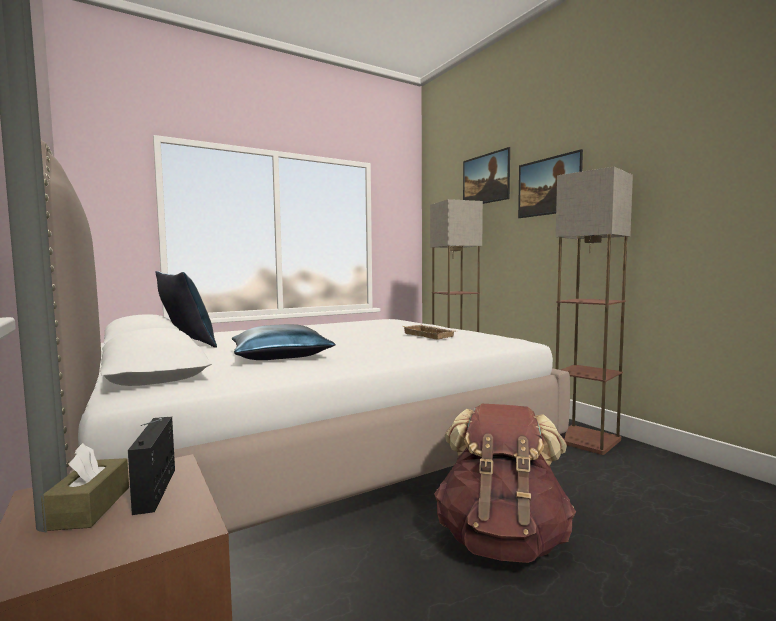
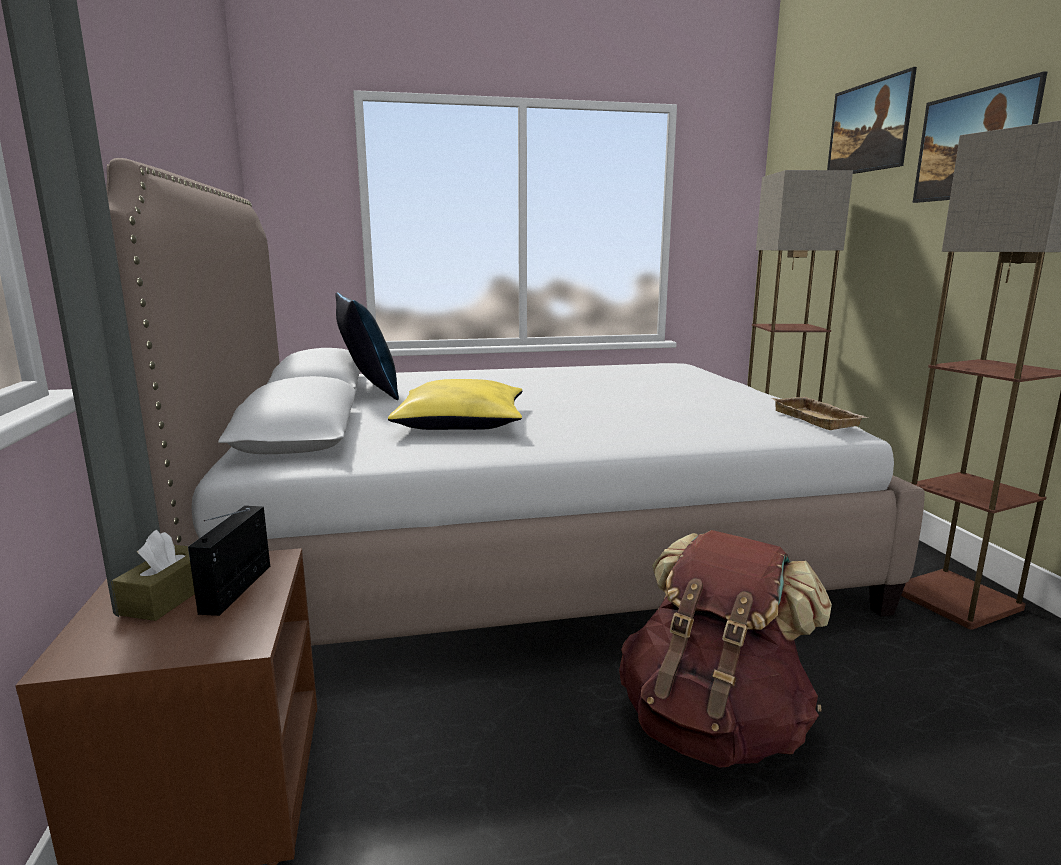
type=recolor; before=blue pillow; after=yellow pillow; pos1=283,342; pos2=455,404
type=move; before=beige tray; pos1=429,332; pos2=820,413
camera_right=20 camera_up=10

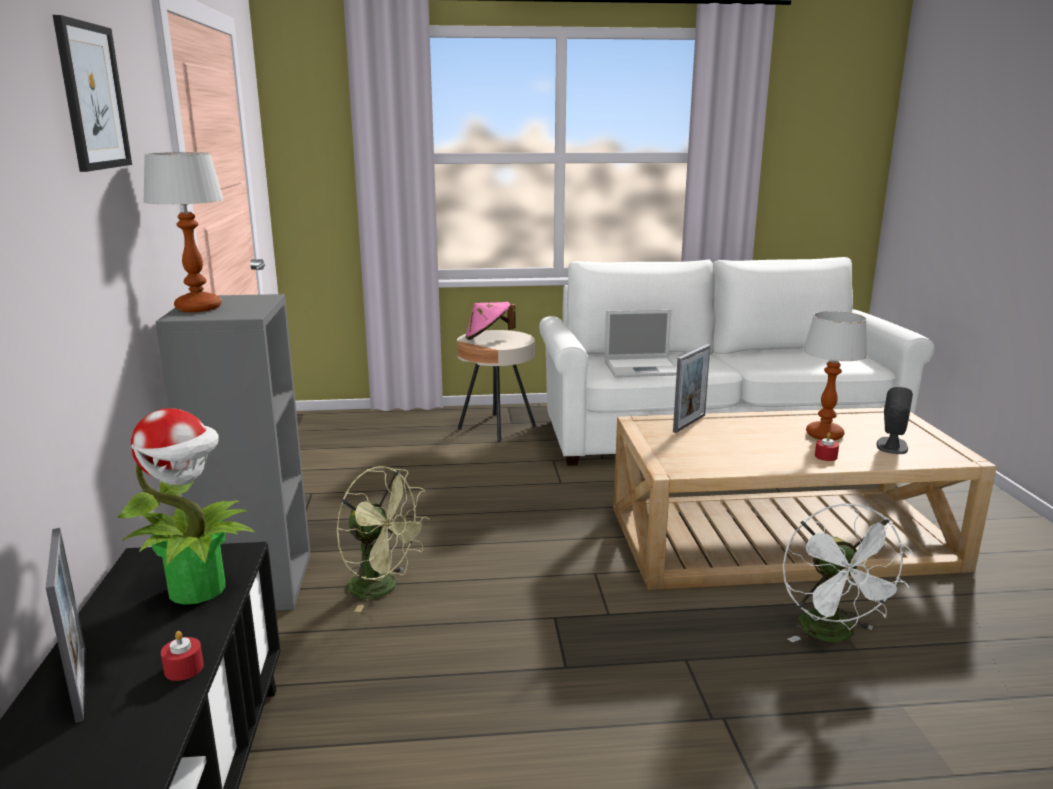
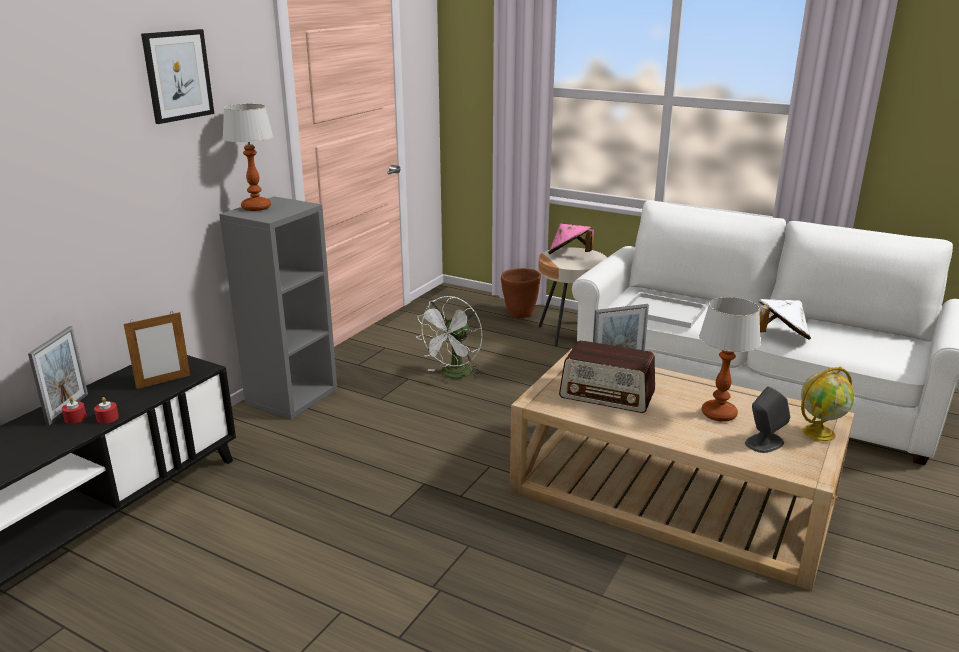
type=replace; before=potted plant; after=picture frame; pos1=186,506; pos2=157,350
type=delete; before=green fan; pos1=383,539
type=replace; before=laptop; after=white tray; pos1=640,343; pos2=665,310
type=move; before=white fan; pos1=847,572; pos2=449,338
type=move; before=red candle; pos1=827,447; pos2=74,410
type=insert; after=brown planter; pos2=521,293
type=insert; after=radio; pos2=607,376
type=insert; after=white hat; pos2=784,319
type=insert; after=globe; pos2=827,404
camera_right=35 camera_up=5

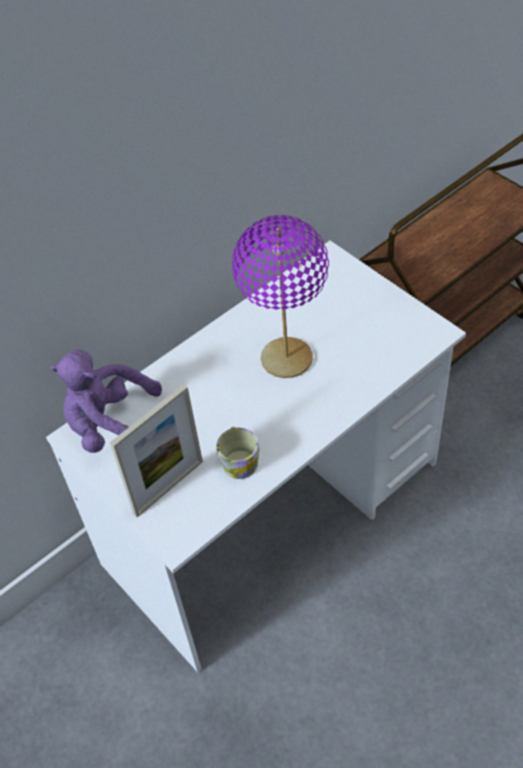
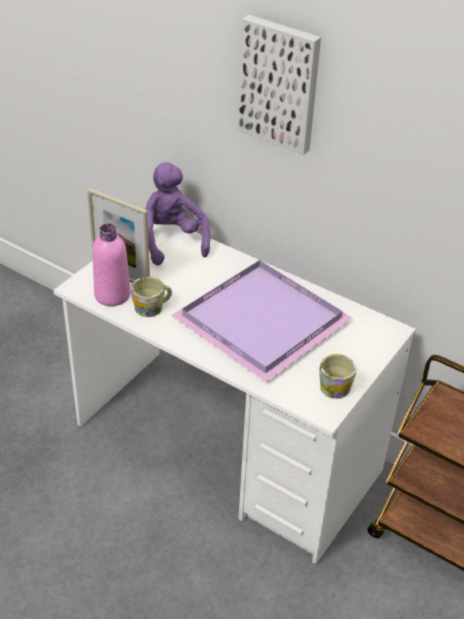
type=replace; before=purple table lamp; after=purple tray; pos1=280,296; pos2=261,321
type=insert; after=pink bottle; pos2=111,264
type=insert; after=picture; pos2=279,85
type=insert; after=mug; pos2=337,376
camera_right=70 camera_up=-10

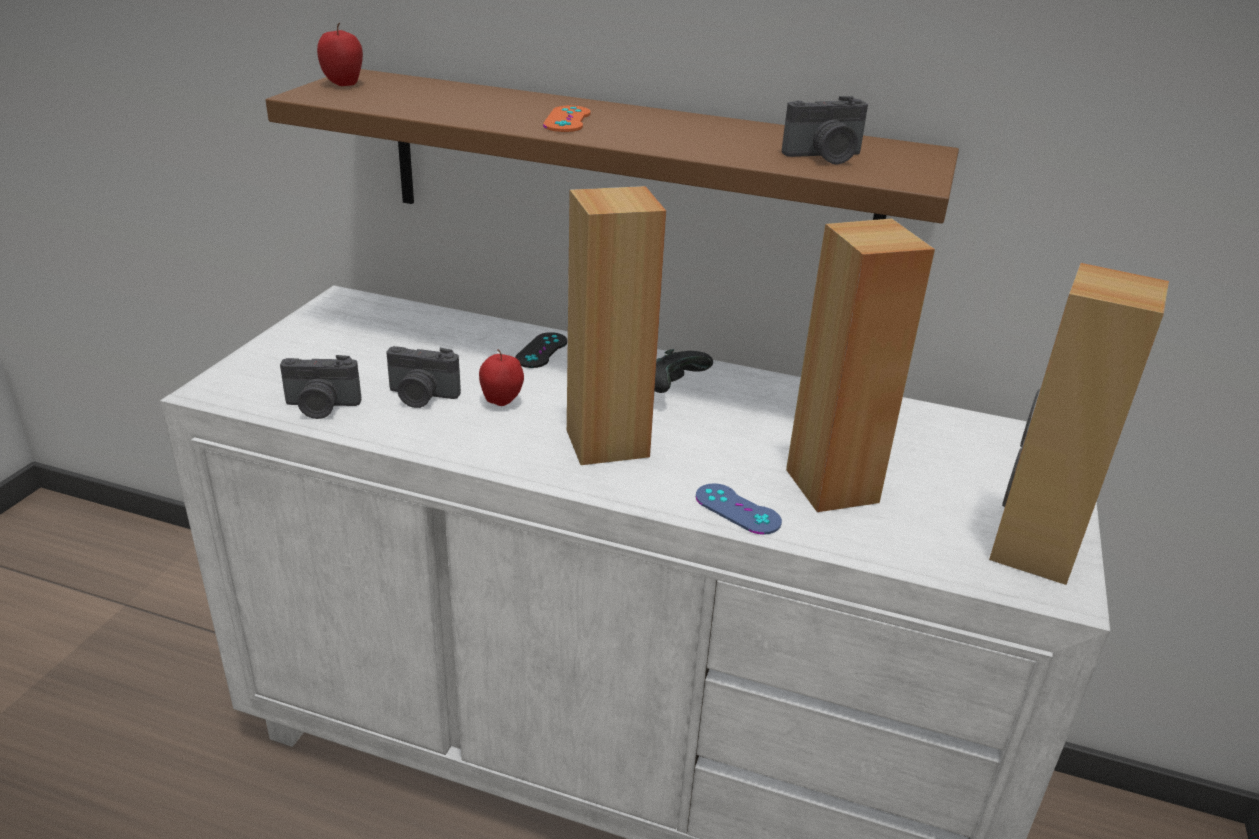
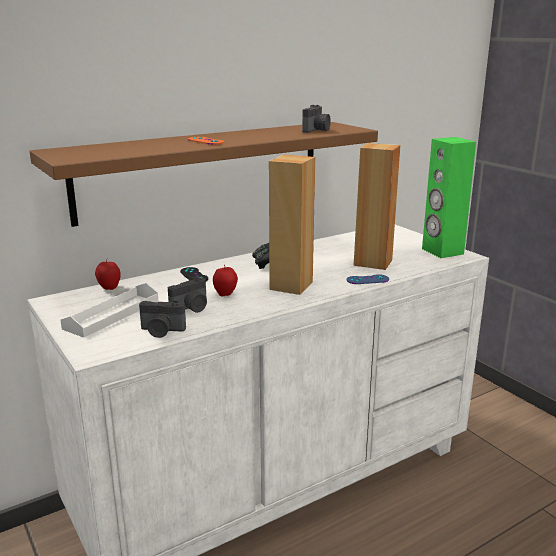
type=rotate; before=photo camera; pos1=321,387; pos2=162,319; turn=60
type=move; before=apple; pos1=340,54; pos2=108,274
type=recolor; before=brown speaker; after=green speaker; pos1=1079,424; pos2=449,197
type=insert; after=white tray; pos2=109,310
camera_right=-50 camera_up=-10

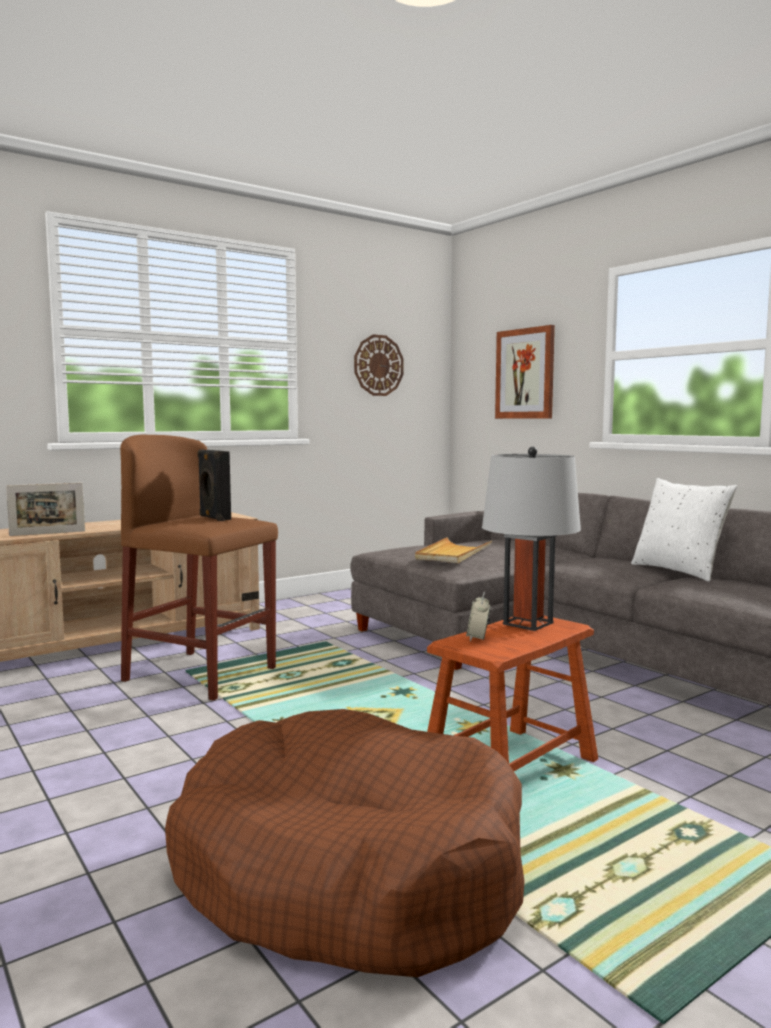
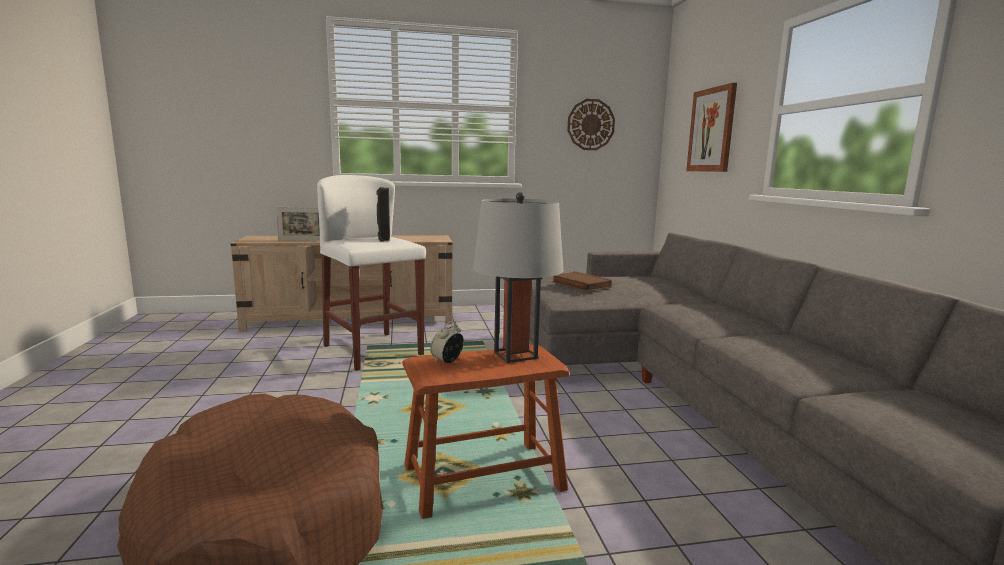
type=recolor; before=brown stool; after=white stool; pos1=199,568; pos2=371,273
type=replace; before=beige tray; after=brown book; pos1=453,550; pos2=582,281
type=delete; before=white pillow; pos1=684,529
camera_right=25 camera_up=5

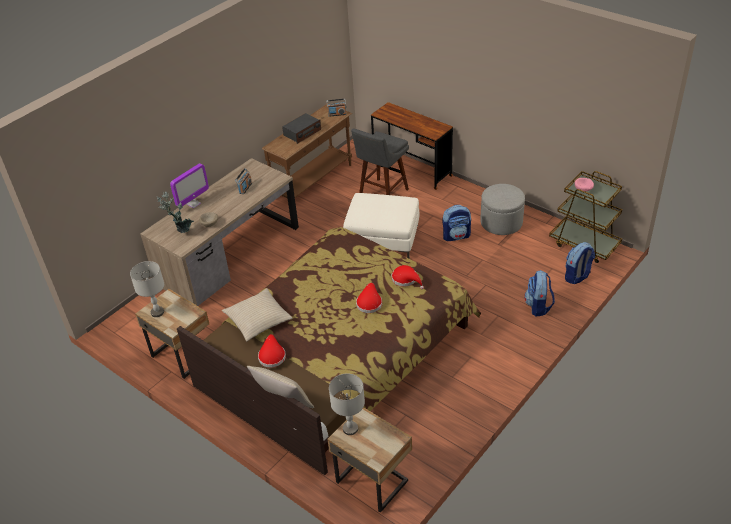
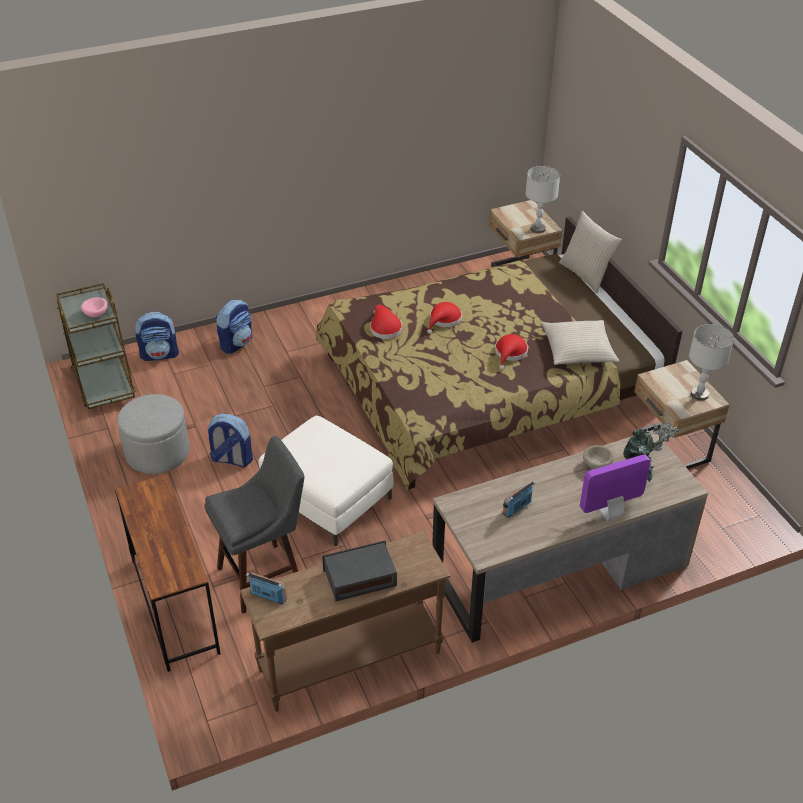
type=move; before=red hat; pos1=272,351; pos2=511,352
camera_right=-155 camera_up=0

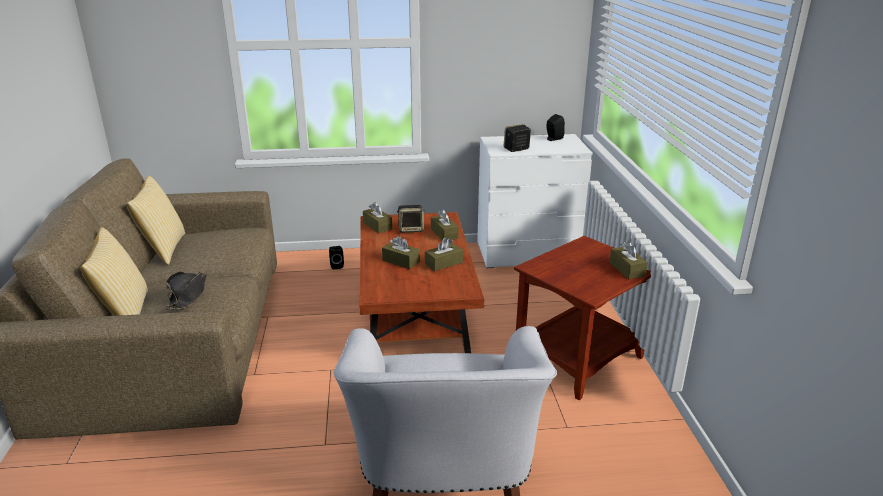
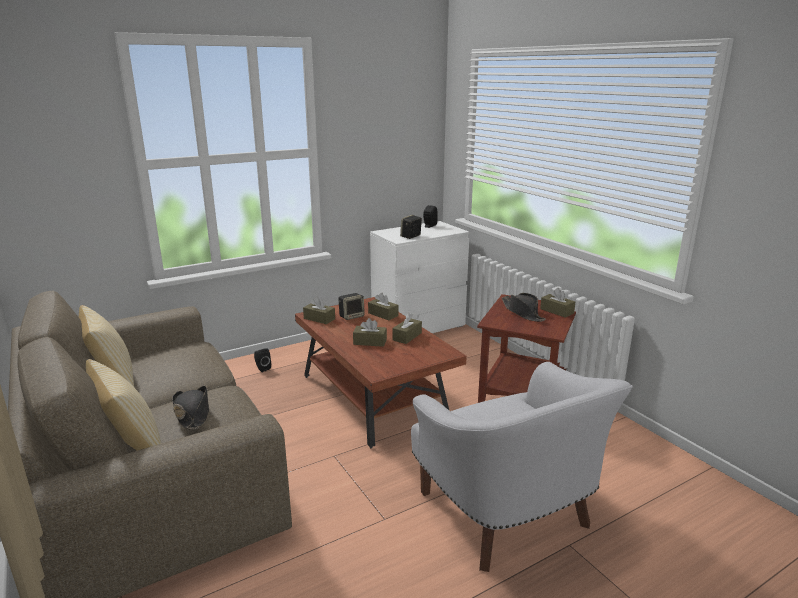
type=insert; after=black hat; pos2=524,307
camera_right=-25 camera_up=-5

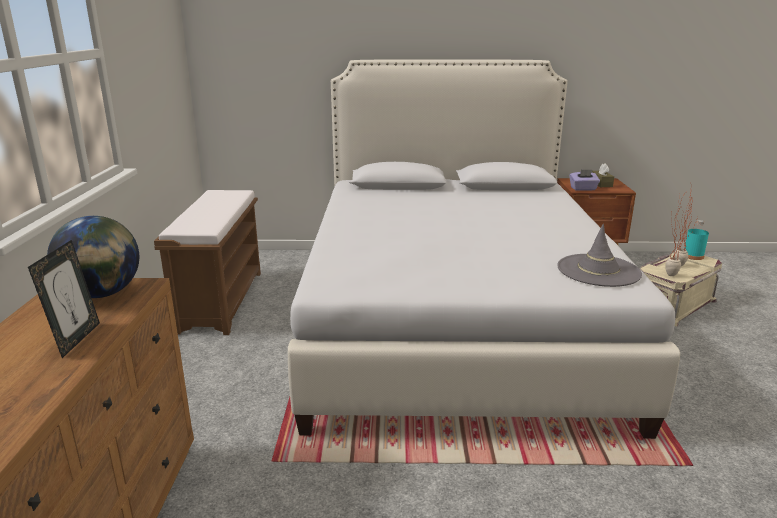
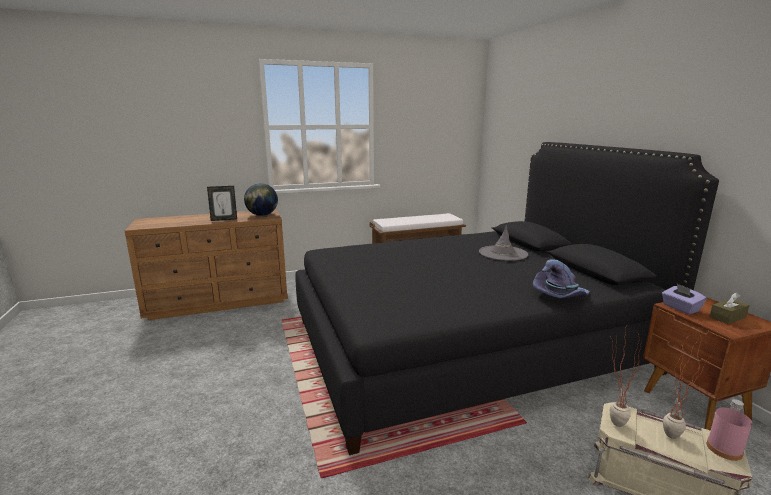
type=recolor; before=white bed; after=black bed; pos1=484,249; pos2=507,298
type=move; before=grey hat; pos1=599,255; pos2=503,243
type=recolor; before=turquoise bottle; after=pink bottle; pos1=696,240; pos2=729,430
type=insert; after=purple hat; pos2=561,278
camera_right=70 camera_up=-5

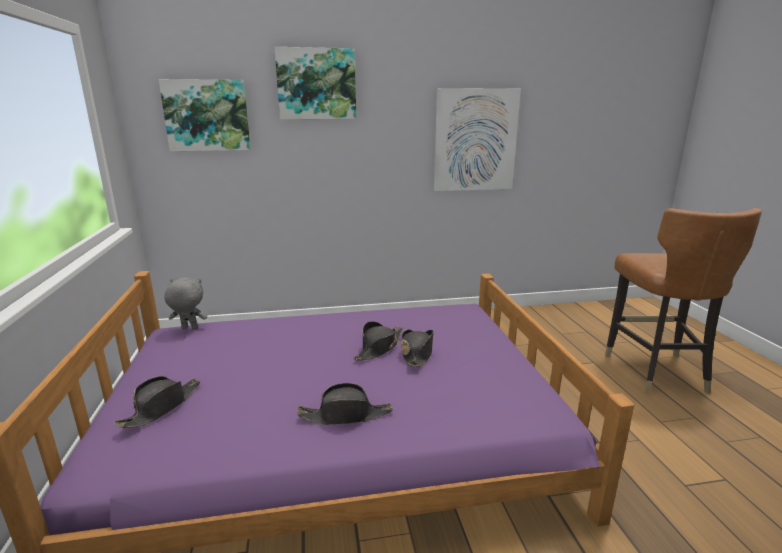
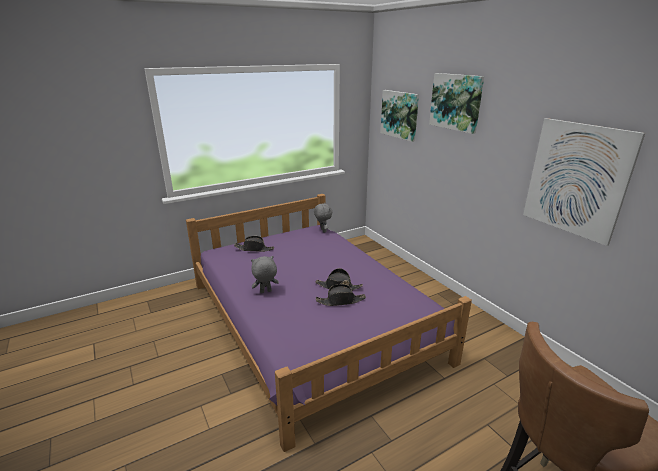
type=replace; before=black hat; after=grey plush toy; pos1=345,404; pos2=265,274
camera_right=70 camera_up=5

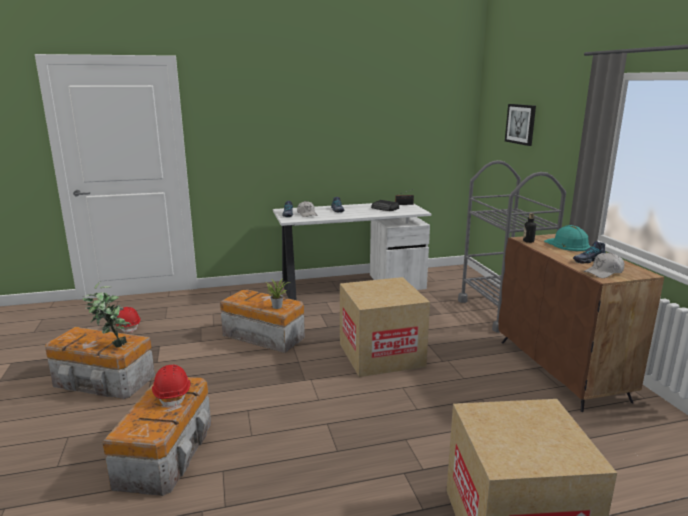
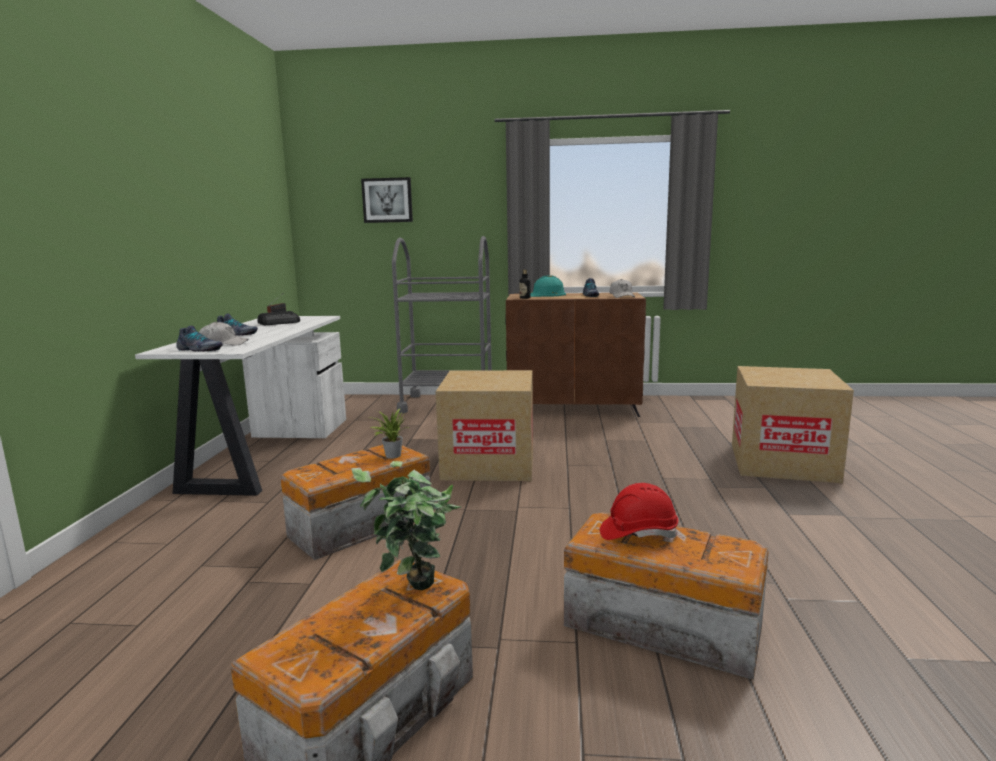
type=delete; before=red hard hat; pos1=128,320
camera_right=-70 camera_up=-5

